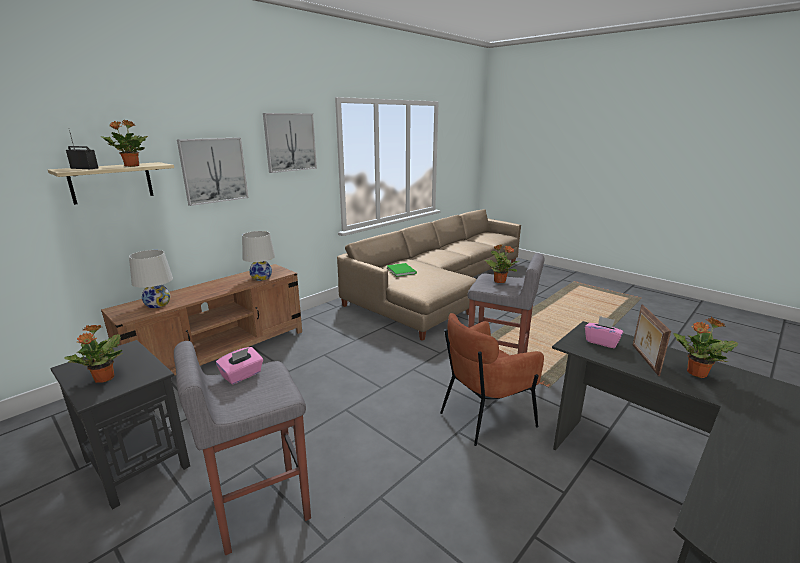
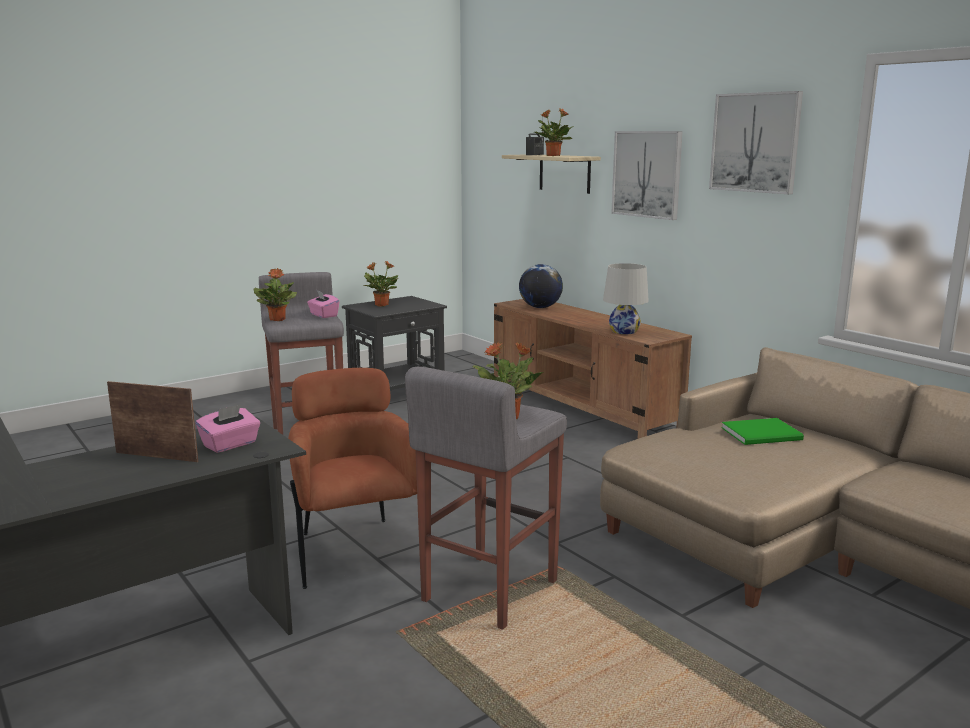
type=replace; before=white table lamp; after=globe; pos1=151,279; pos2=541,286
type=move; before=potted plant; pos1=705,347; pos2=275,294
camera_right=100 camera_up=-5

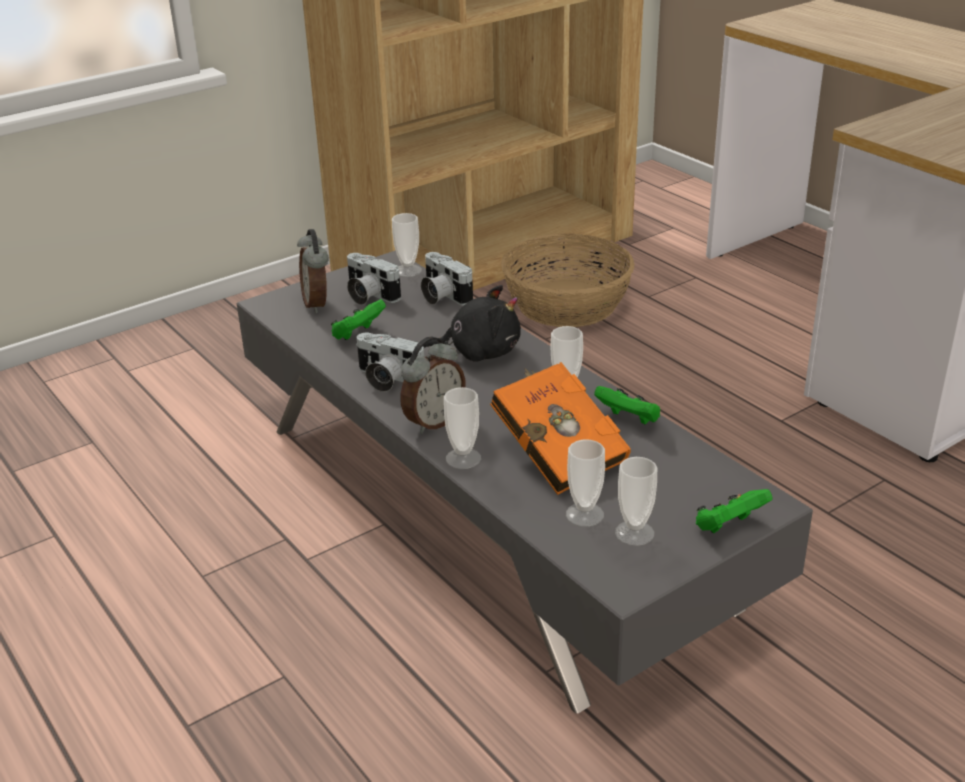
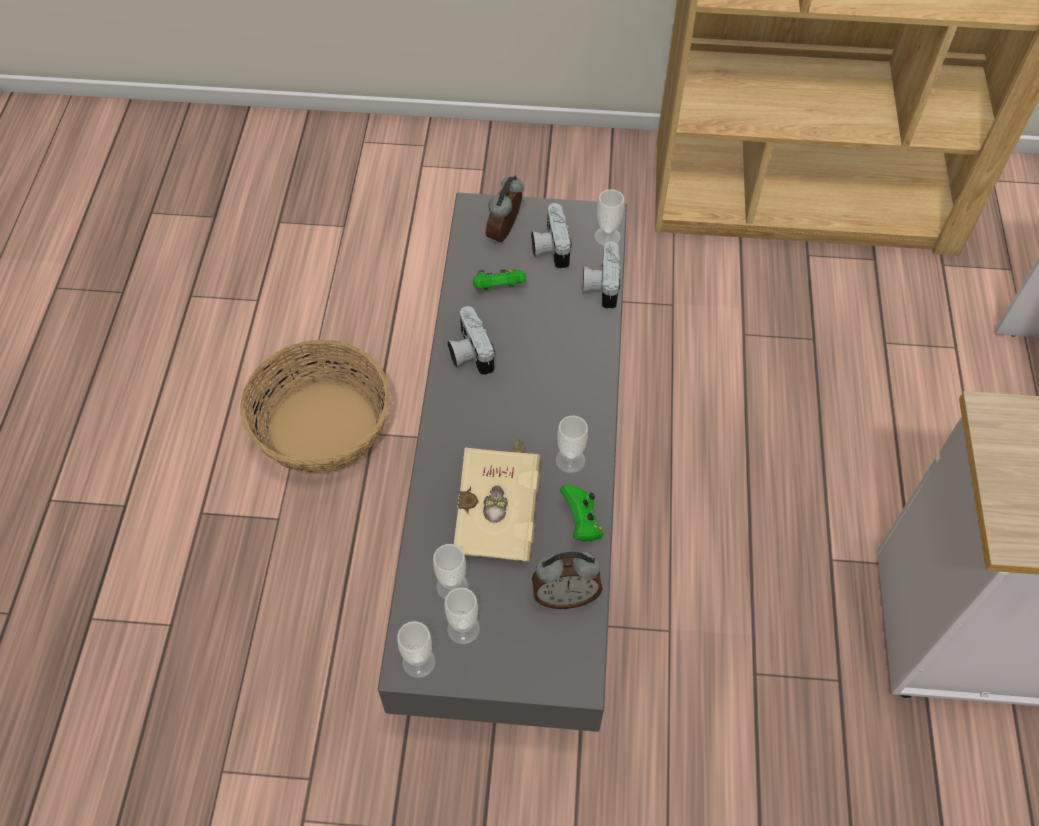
type=move; before=alarm clock; pos1=433,385; pos2=567,580
type=delete; before=black plush toy; pos1=472,323
type=move; before=cup; pos1=462,428; pos2=416,649
type=recolor; before=orange book; after=beige book; pos1=560,428; pos2=497,499
type=move; before=basket; pos1=568,280; pos2=315,407
type=delete; before=green game controller; pos1=734,511
camera_right=40 camera_up=25

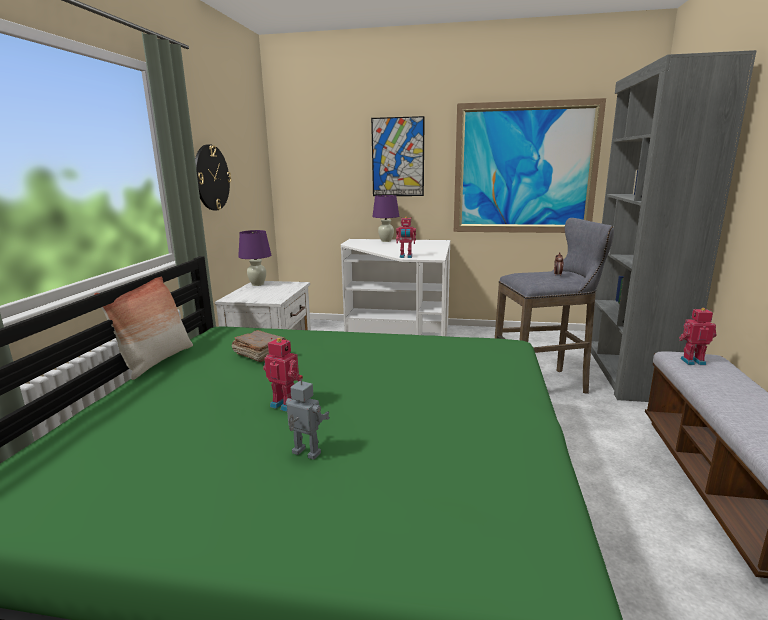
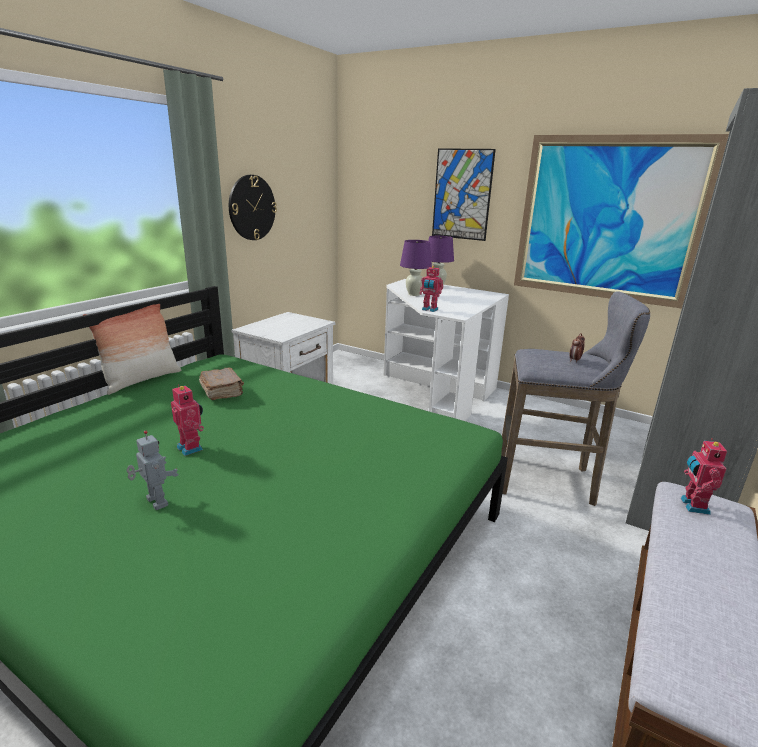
type=move; before=purple table lamp; pos1=254,258; pos2=416,268
type=rotate; before=toy robot; pos1=698,336; pos2=704,476; turn=-105
camera_right=20 camera_up=5

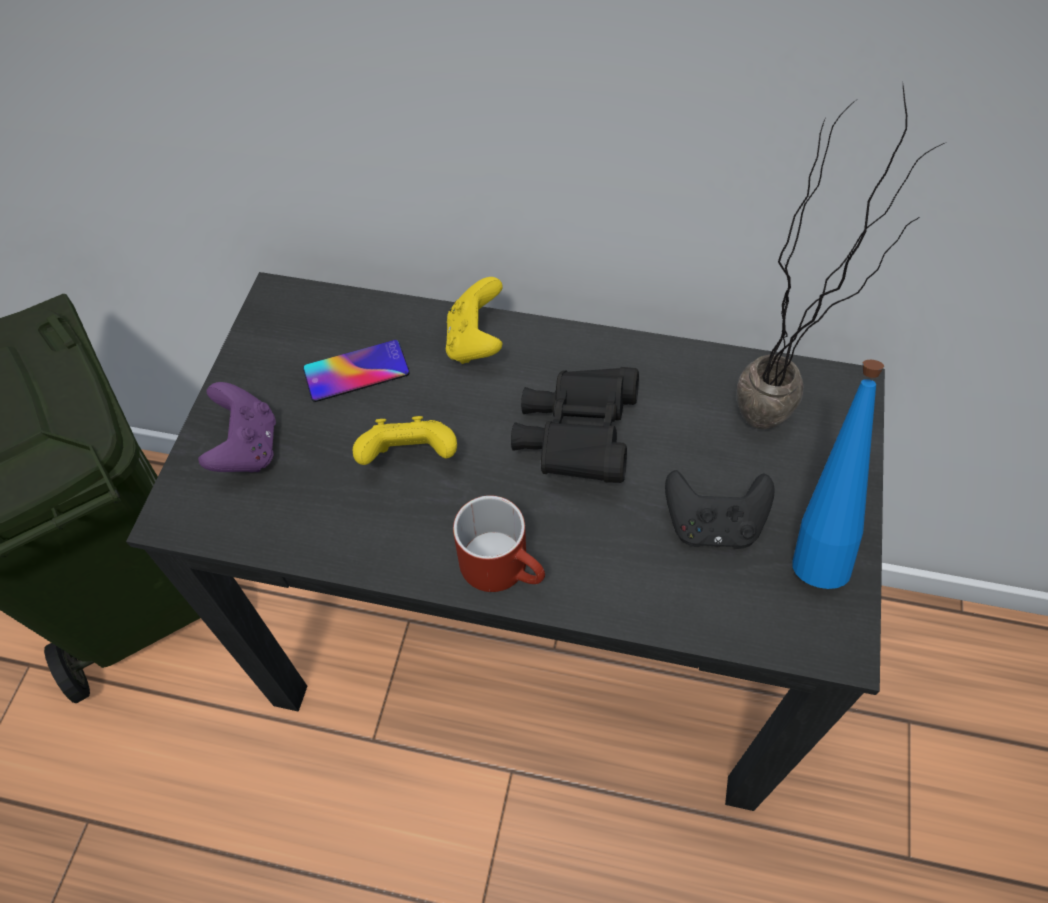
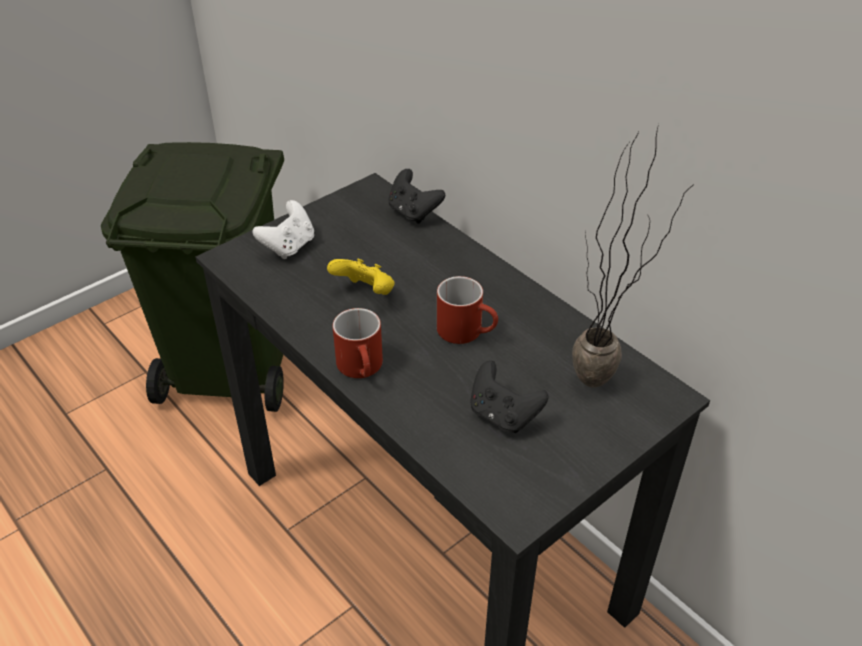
type=recolor; before=purple game controller; after=white game controller; pos1=237,427; pos2=283,229
type=delete; before=phone; pos1=356,371
type=delete; before=yellow game controller; pos1=474,320
type=replace; before=black binoculars; after=red mug; pos1=575,425; pos2=467,310
type=delete; before=blue bottle; pos1=838,474
type=insert; after=black game controller; pos2=416,196
camera_right=35 camera_up=-15

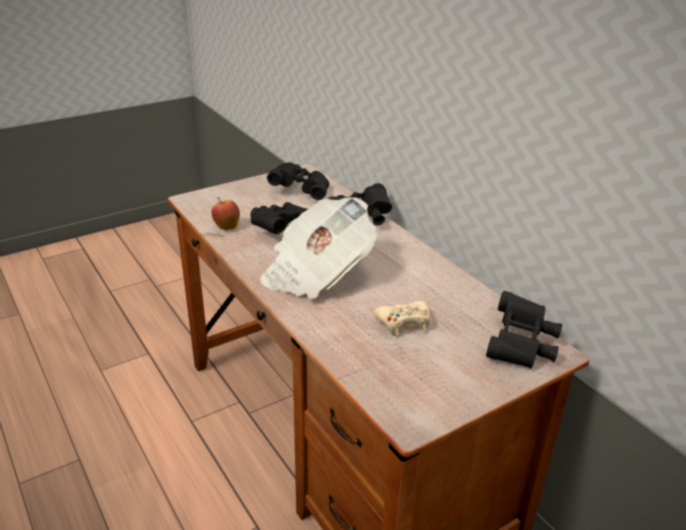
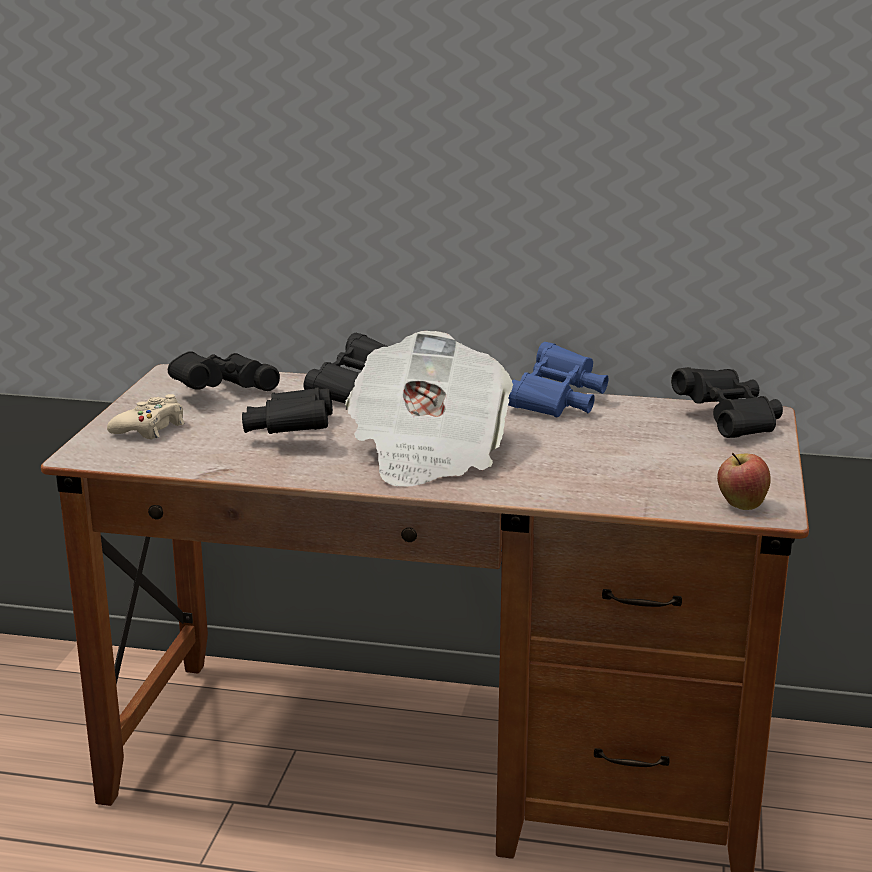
type=move; before=apple; pos1=226,213; pos2=744,481
type=move; before=beige game controller; pos1=402,318; pos2=145,417
type=insert; after=blue binoculars; pos2=558,379
camera_right=-45 camera_up=-10

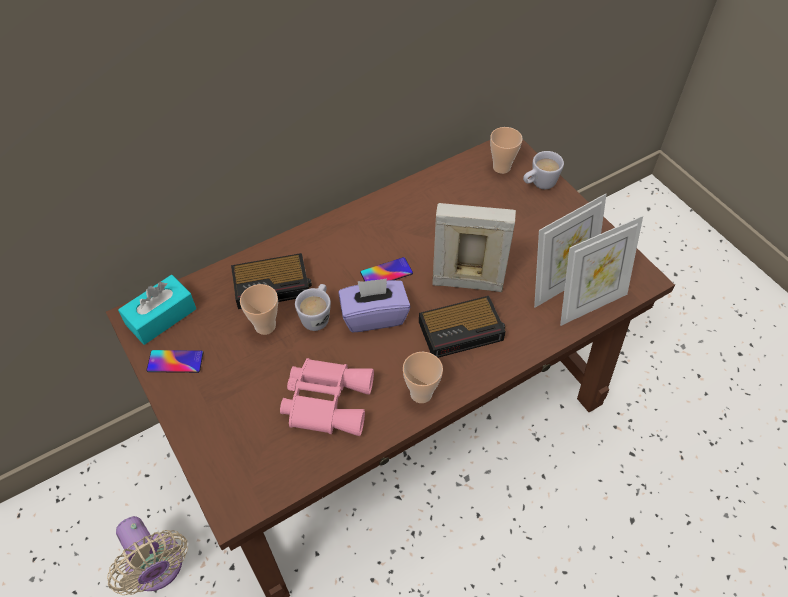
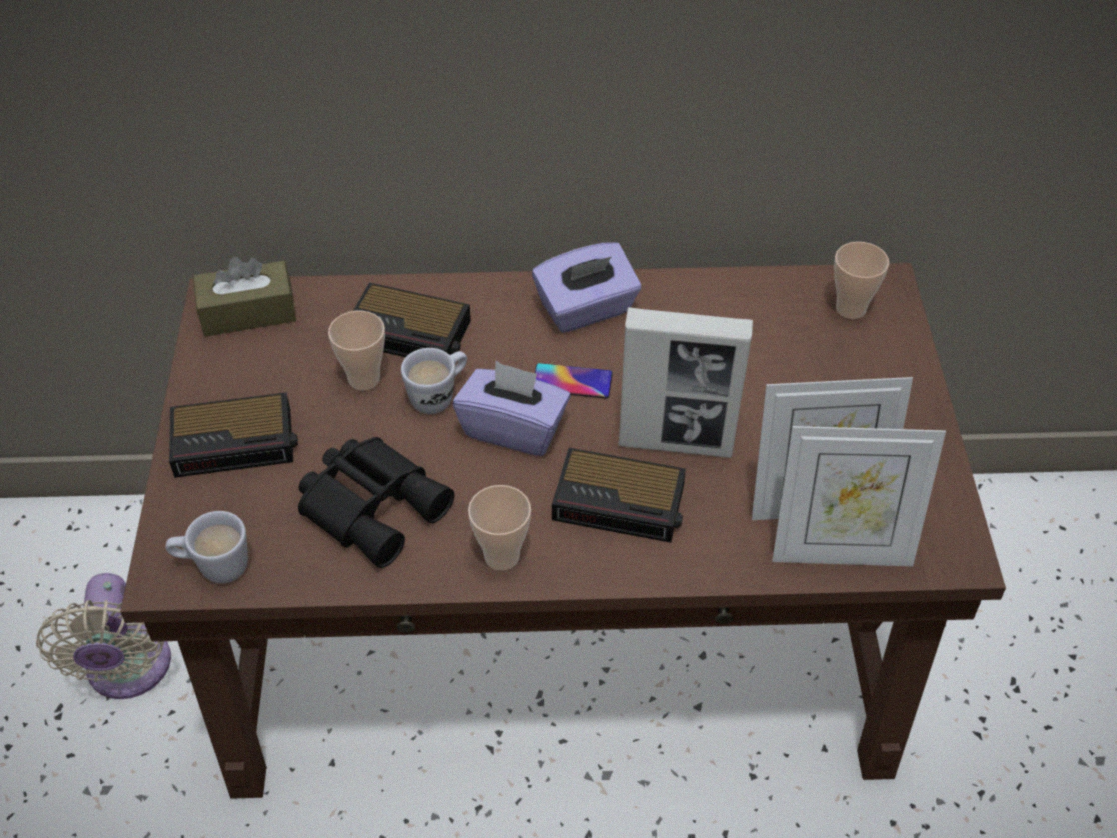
type=recolor; before=turquoise tissue box; after=brown tissue box; pos1=157,310; pos2=244,297
type=delete; before=phone; pos1=175,361
type=recolor; before=pink binoculars; after=black binoculars; pos1=327,397; pos2=376,502
type=rotate; before=picture frame; pos1=474,247; pos2=685,382; turn=150
type=move; before=white mug; pos1=543,170; pos2=206,547
type=insert; after=alarm clock; pos2=233,435
type=insert; after=purple tissue box; pos2=586,287
camera_right=30 camera_up=-5

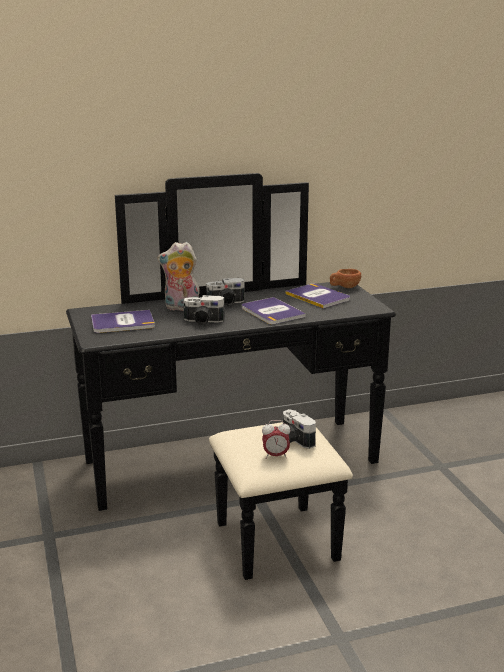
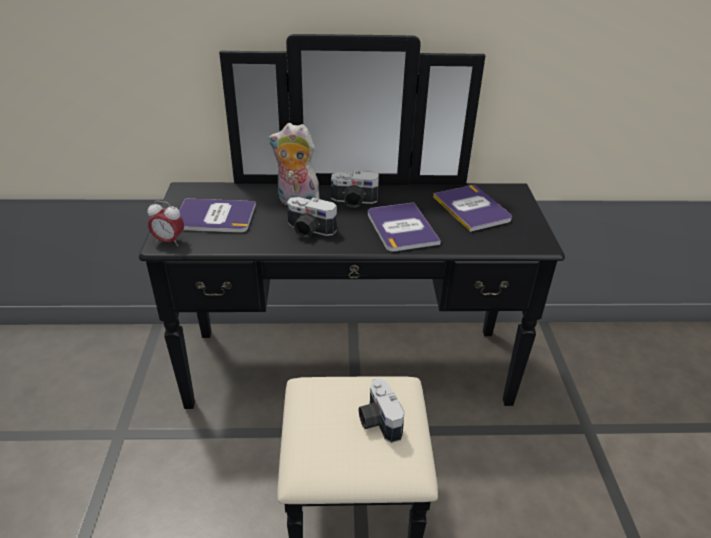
type=move; before=alarm clock; pos1=276,439; pos2=166,223
type=delete; before=brown cup; pos1=345,278
camera_right=15 camera_up=15

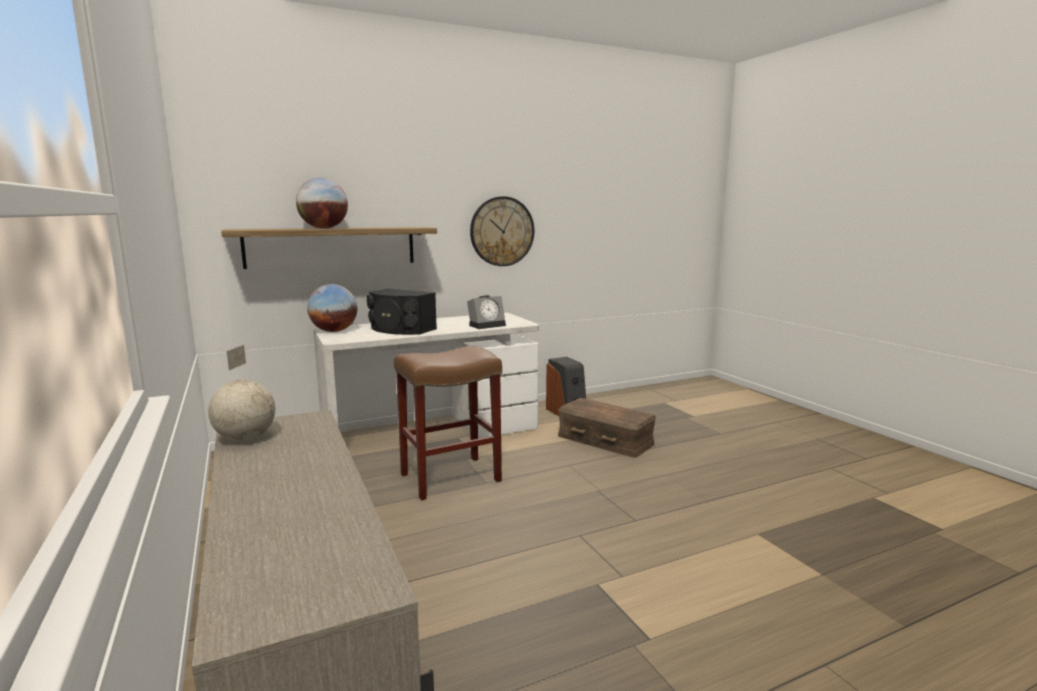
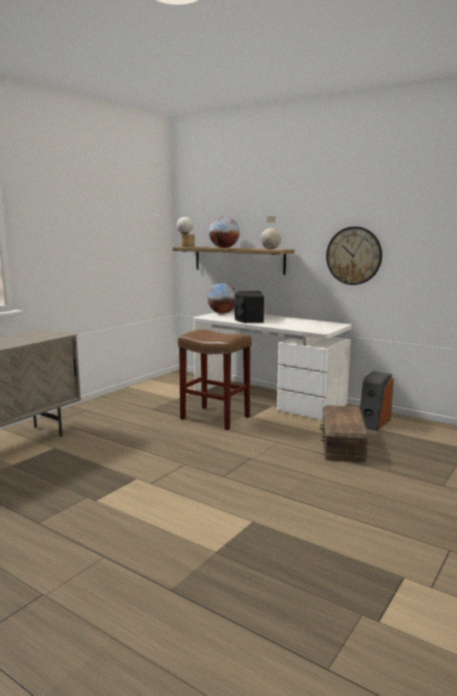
type=move; before=globe; pos1=241,393; pos2=270,232
type=delete; before=alarm clock; pos1=486,312
type=insert; after=table lamp; pos2=186,232
camera_right=60 camera_up=0

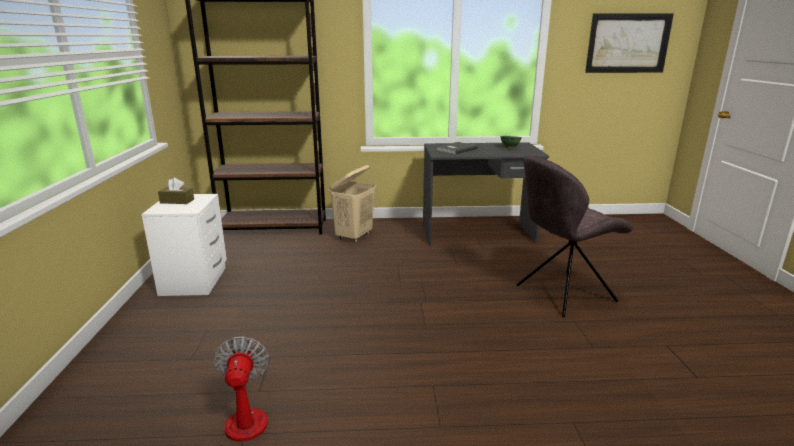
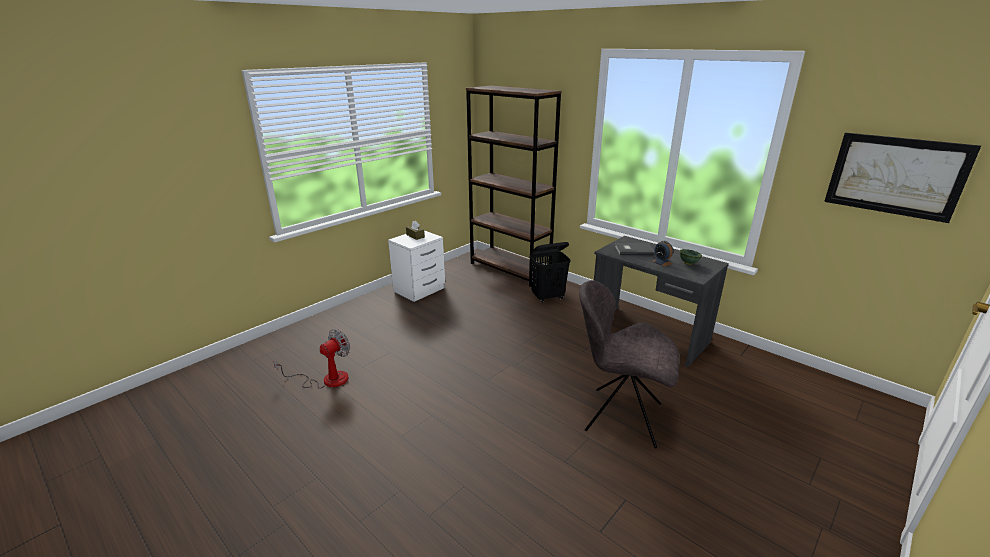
type=recolor; before=beige laundry basket; after=black laundry basket; pos1=352,203; pos2=550,272
type=insert; after=alarm clock; pos2=662,254
camera_right=45 camera_up=5

